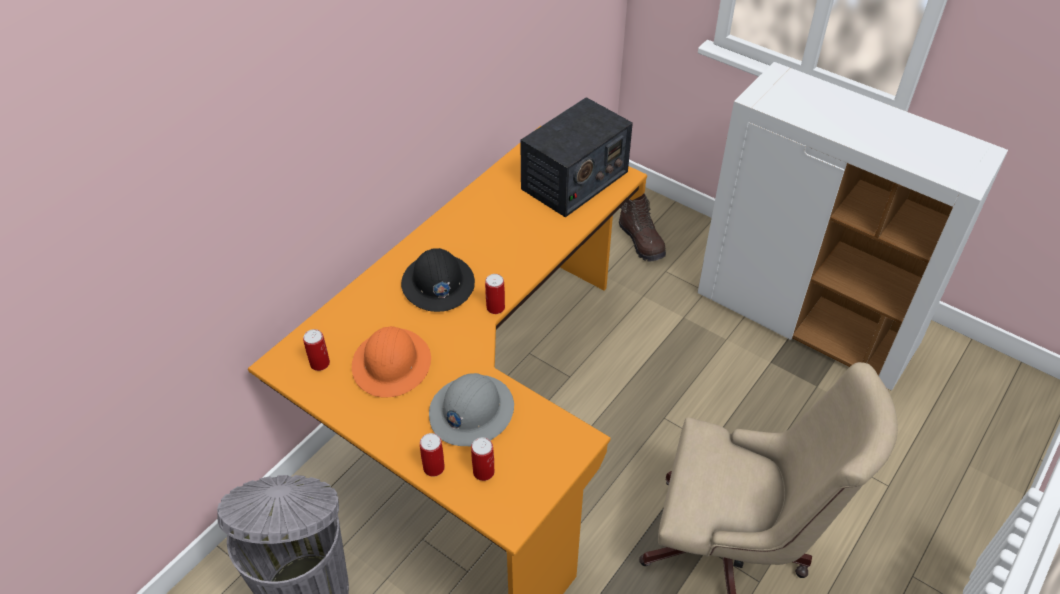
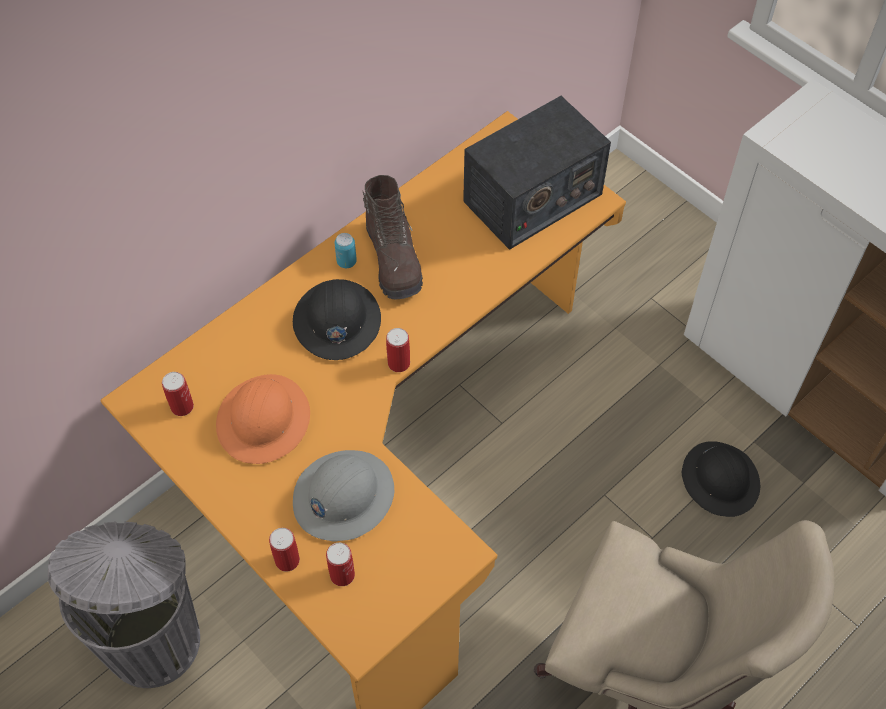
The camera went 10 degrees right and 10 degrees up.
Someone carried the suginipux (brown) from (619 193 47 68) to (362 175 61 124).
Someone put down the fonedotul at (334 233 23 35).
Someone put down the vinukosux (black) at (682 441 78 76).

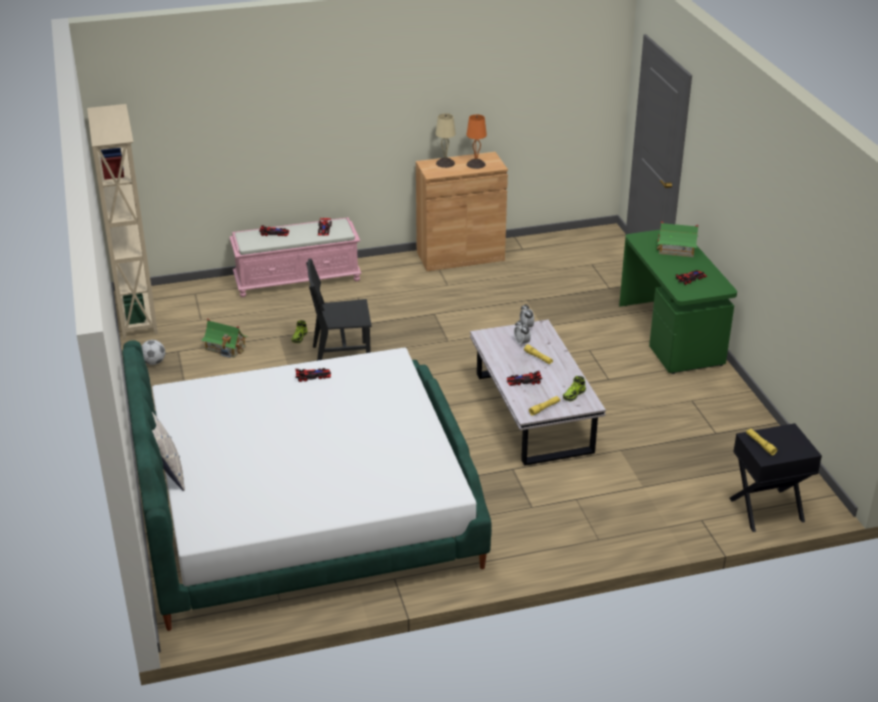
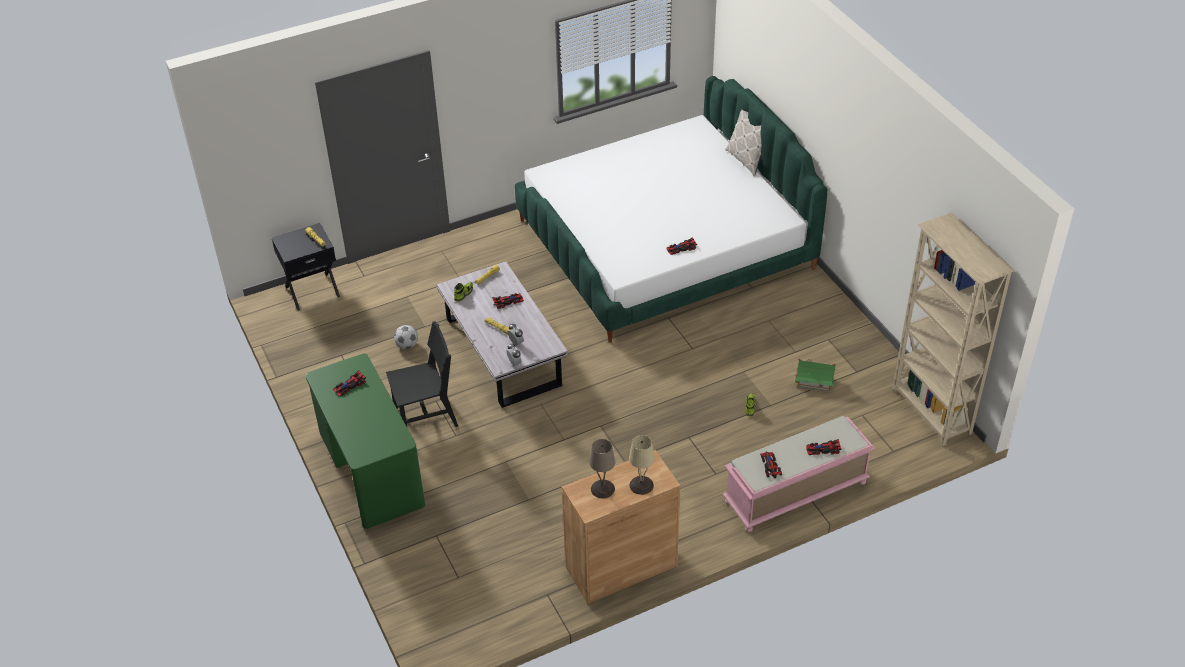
The camera went 170 degrees right and 10 degrees up.
Someone repainted the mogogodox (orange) at (467 114 20 55), which became the mogogodox (beige) at (589 439 26 59).
Someone took away the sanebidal at (657 221 42 36).
Someone carried the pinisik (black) from (306 258 66 103) to (386 321 73 106).
Someone carried the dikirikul from (141 340 24 25) to (394 325 24 24).

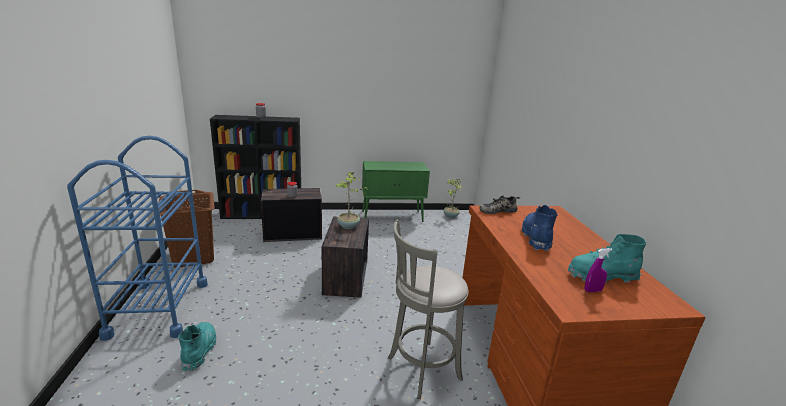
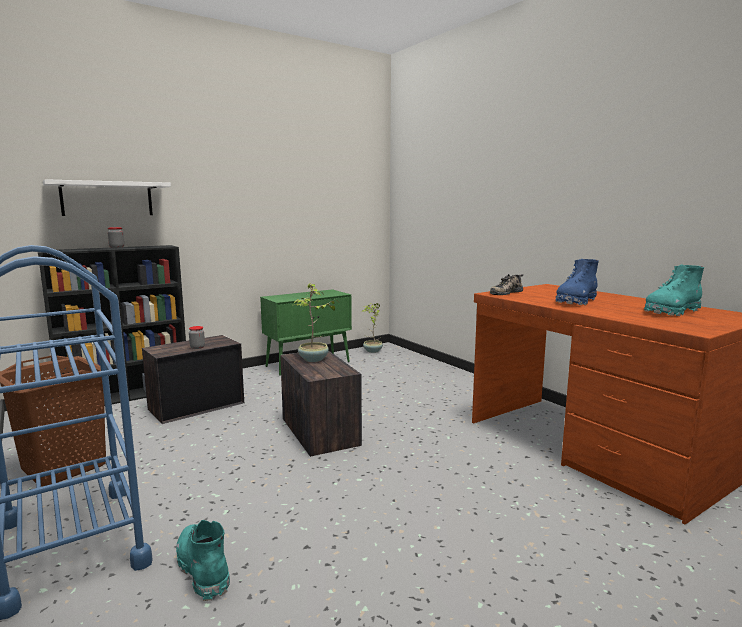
The camera went 25 degrees left and 10 degrees down.
Someone rotated the suginipux (blue) at (522 205 36 46) by 120 degrees counterclockwise.
Someone took away the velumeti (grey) at (388 219 80 180).
Someone took away the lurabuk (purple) at (584 248 28 44).
Someone put up the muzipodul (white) at (43 179 128 37).

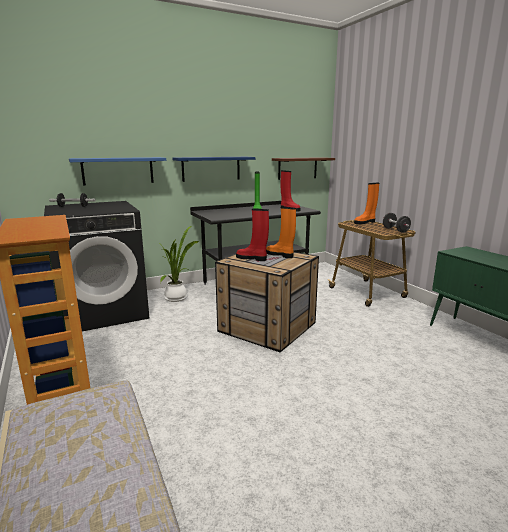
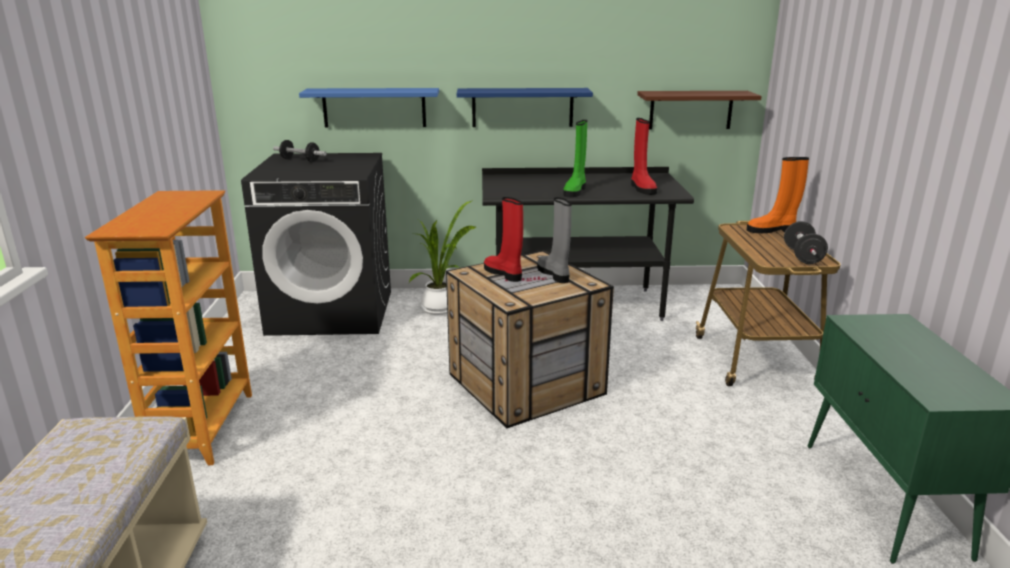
The camera went 25 degrees right and 5 degrees up.
Someone repainted the suginipux (orange) at (266 207 30 51), which became the suginipux (grey) at (537 197 35 86).

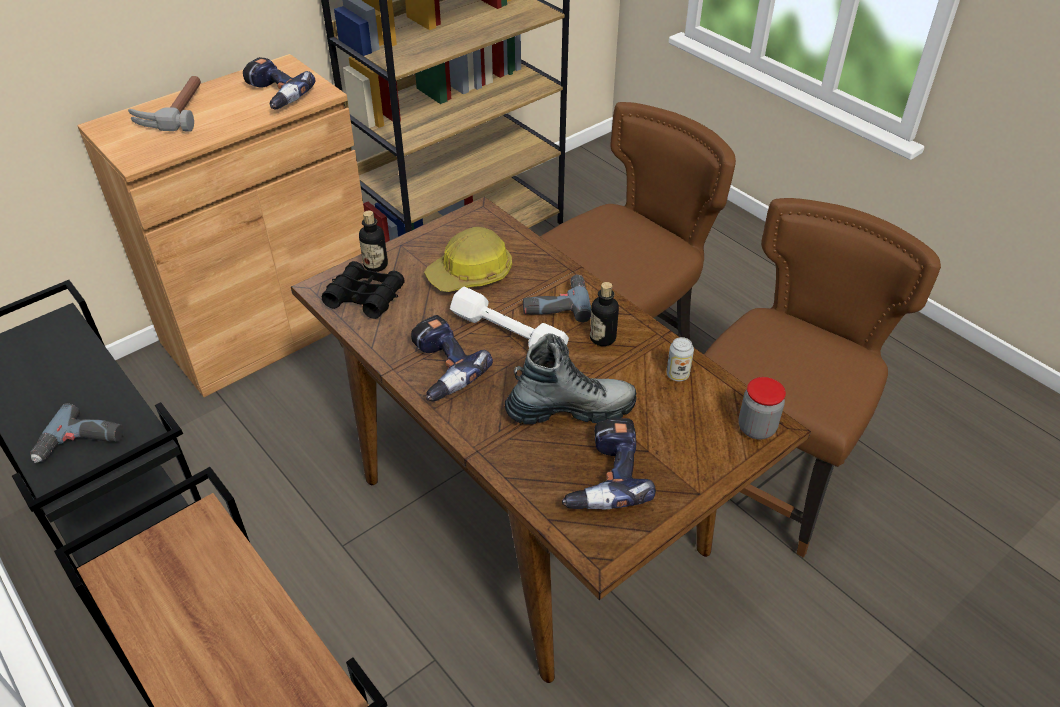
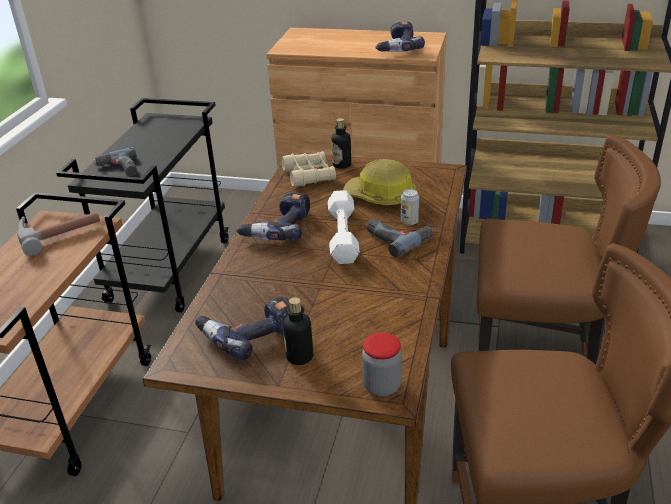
The camera went 55 degrees right and 10 degrees down.
Someone carried the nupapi from (128 76 73 56) to (17 212 83 44).
Someone repainted the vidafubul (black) at (322 261 83 58), which became the vidafubul (beige) at (281 151 55 35).
Someone carried the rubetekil from (590 282 29 64) to (283 297 30 68).
Someone took away the suginipux at (505 333 131 91).
Someone carried the fonedotul from (666 337 28 44) to (401 189 18 36).

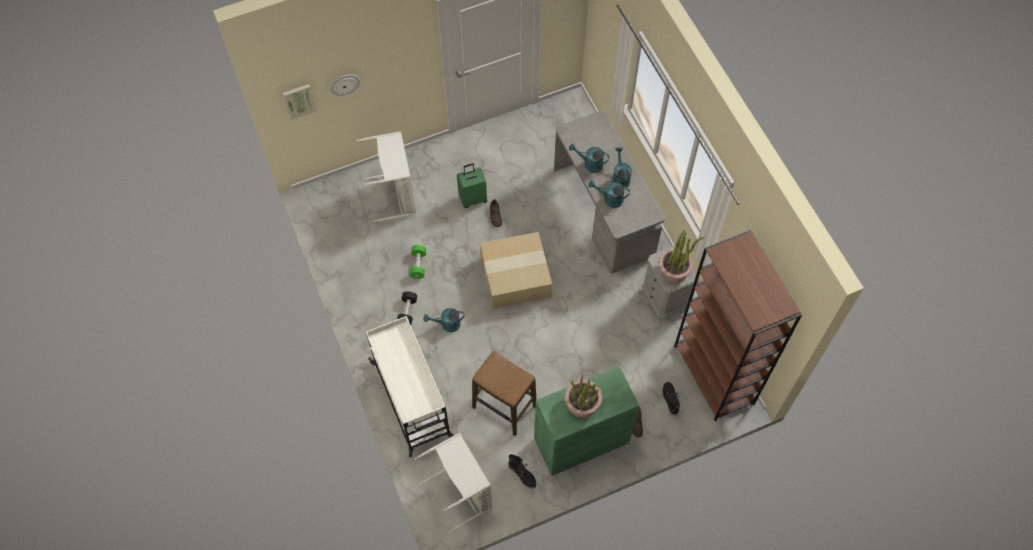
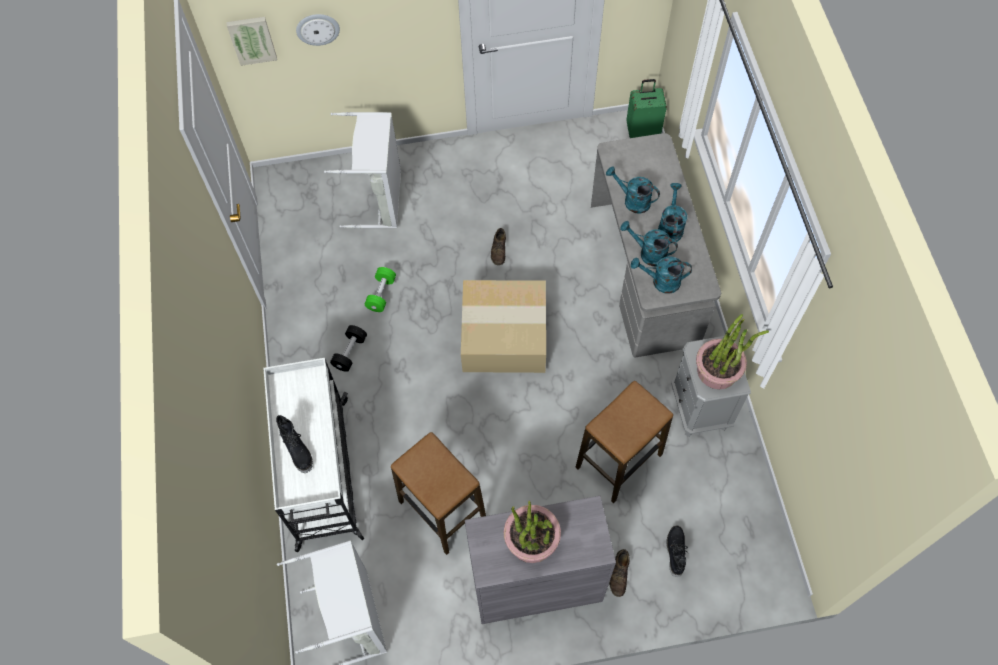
The camera went 15 degrees right and 0 degrees up.
Someone carried the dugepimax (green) from (457 163 30 45) to (626 79 41 59).
Someone took away the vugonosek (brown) at (674 230 128 191).
Someone carried the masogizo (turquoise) from (423 308 42 24) to (631 256 61 38).
Someone repainted the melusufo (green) at (534 366 106 110), which became the melusufo (grey) at (465 496 151 128).
Someone carried the suginipux (black) from (508 454 29 35) to (276 415 37 58).
Someone put down the velumeti at (575 381 98 122).

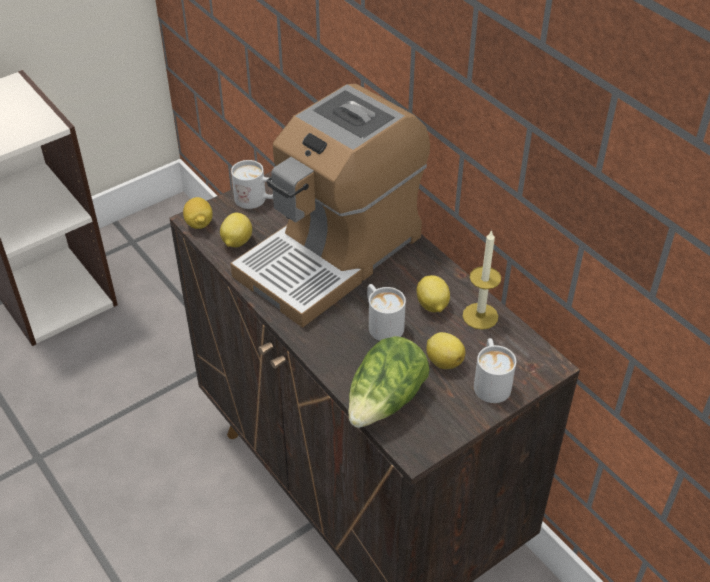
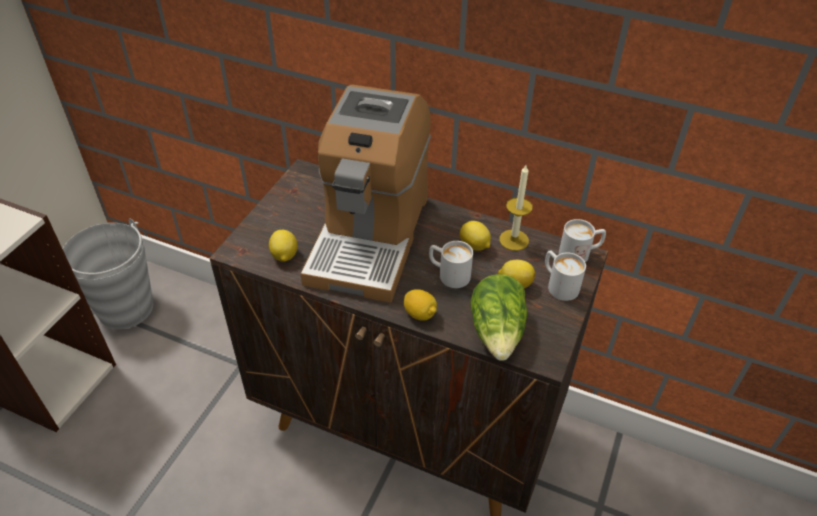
The camera went 30 degrees left and 0 degrees up.
Someone carried the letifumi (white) from (231 160 42 49) to (559 219 47 44).
Someone carried the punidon from (183 197 29 32) to (404 289 33 32).
Someone put down the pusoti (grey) at (62 219 91 110).

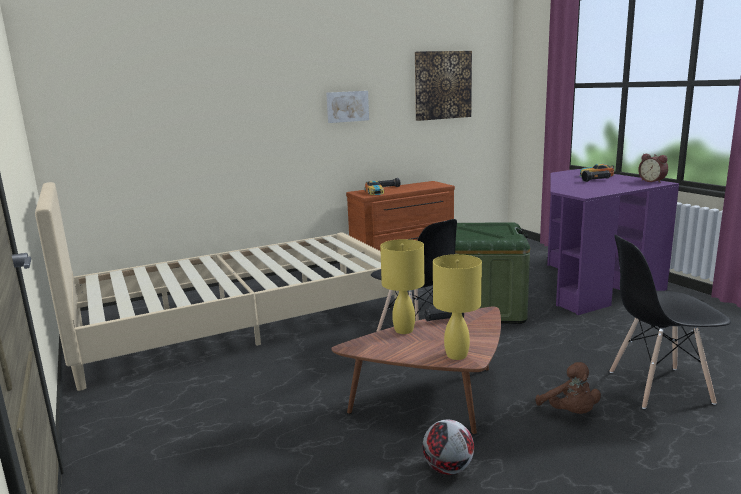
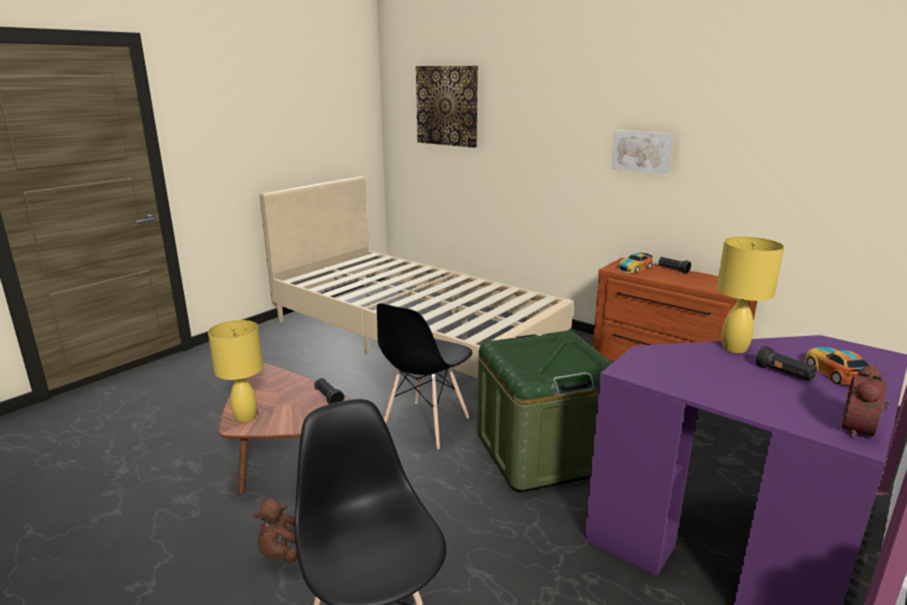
The camera went 65 degrees right and 5 degrees up.
Someone carried the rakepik from (415 51 57 70) to (416 66 62 82).
Someone carried the mogogodox (yellow) from (380 239 45 95) to (717 237 67 116).
Someone took away the dikirikul at (423 420 51 55).

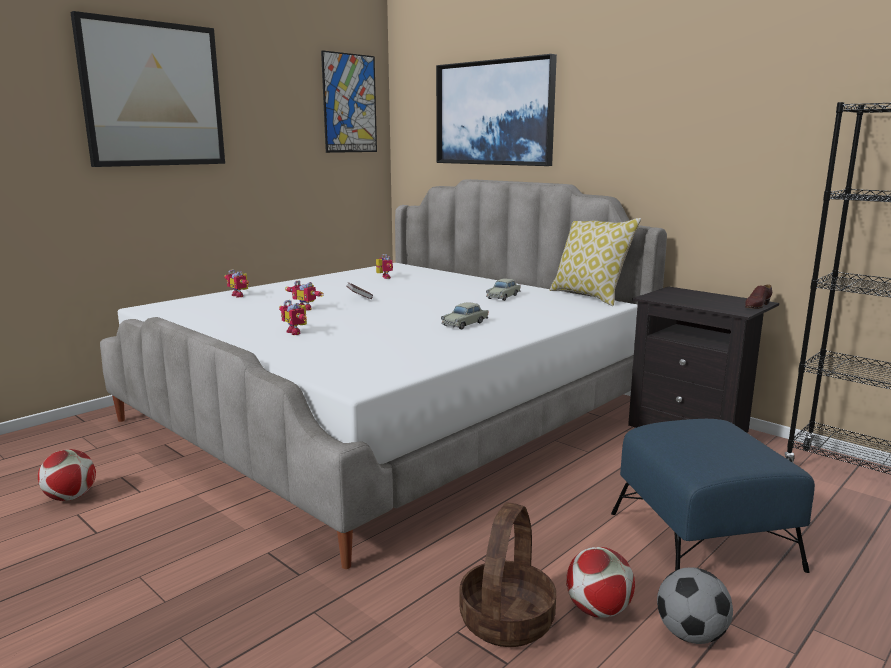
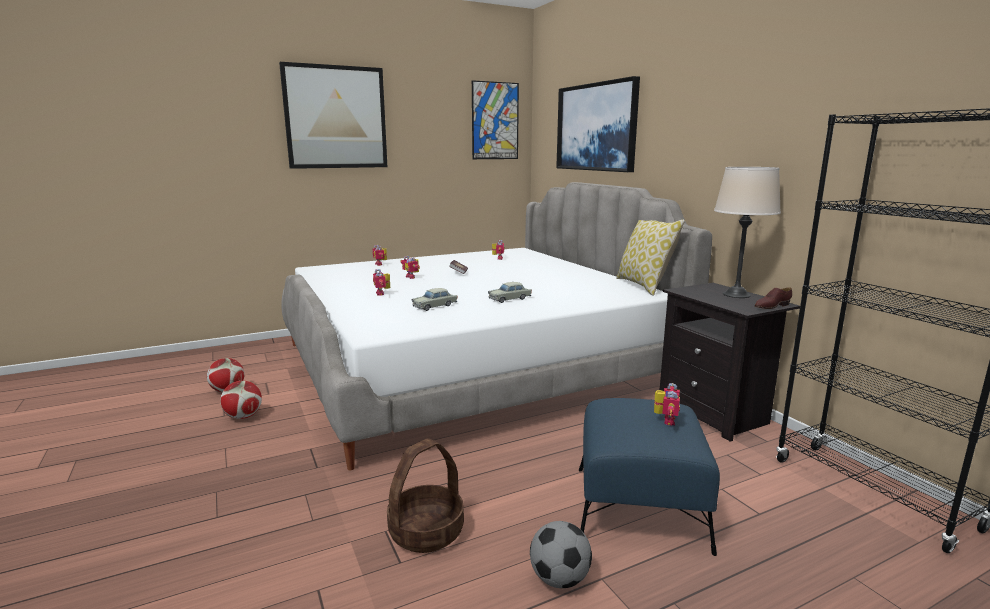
The camera went 20 degrees right and 0 degrees up.
Someone carried the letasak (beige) from (486 279 35 22) to (412 288 45 23).
Someone carried the dikirikul from (566 547 69 71) to (221 381 41 38).
Someone put down the mogogodox (beige) at (714 167 67 131).
Someone put down the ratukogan at (654 383 26 43).

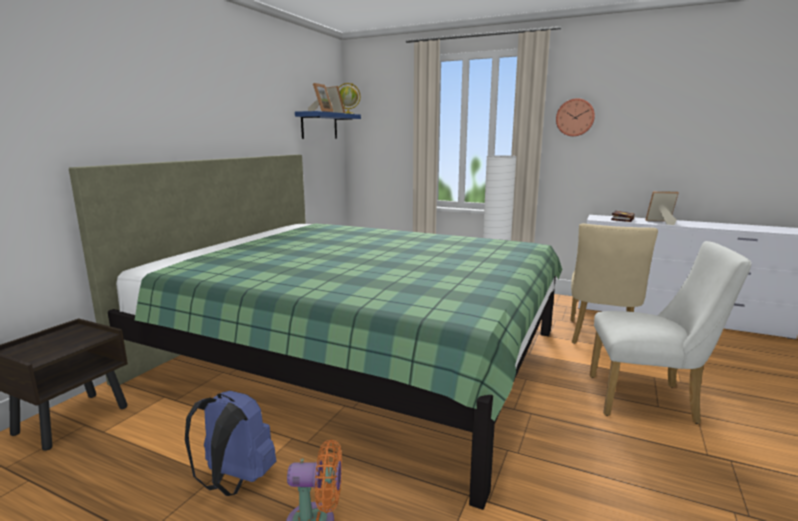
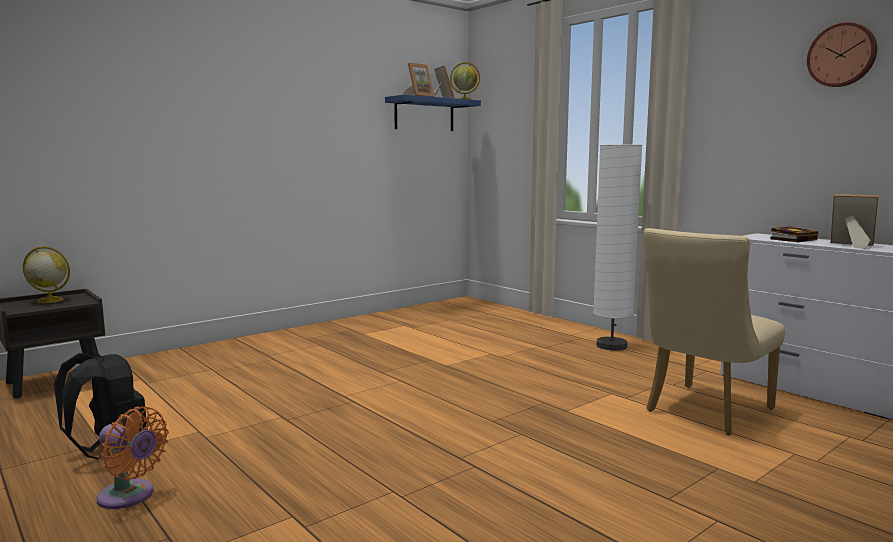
The camera went 25 degrees right and 5 degrees down.
Someone carried the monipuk from (556 98 39 38) to (807 22 70 65).
Someone took away the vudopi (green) at (69 155 493 355).
Someone took away the pinisik (white) at (590 241 162 183).
Someone repainted the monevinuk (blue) at (185 391 91 105), which became the monevinuk (black) at (54 350 94 110).
Someone put down the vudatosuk at (23 246 47 57).

